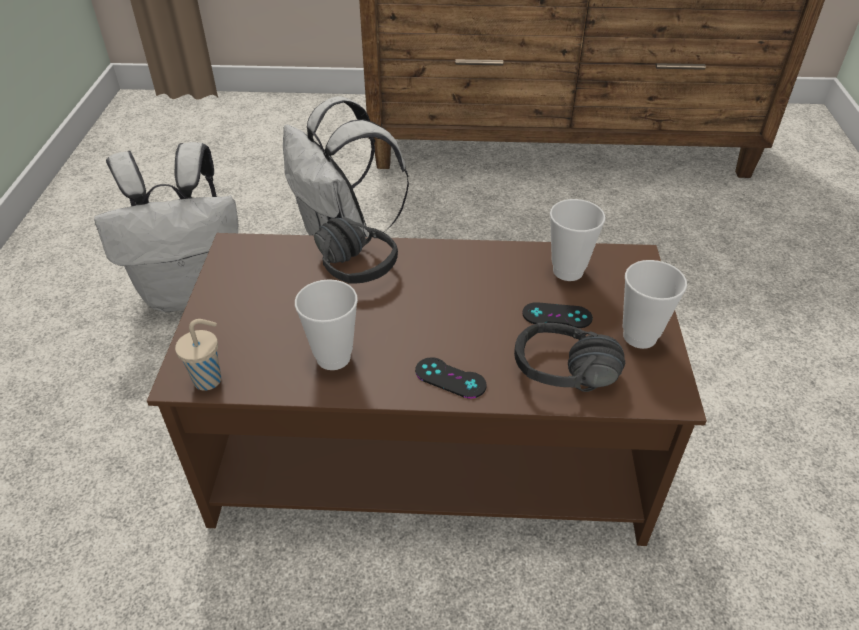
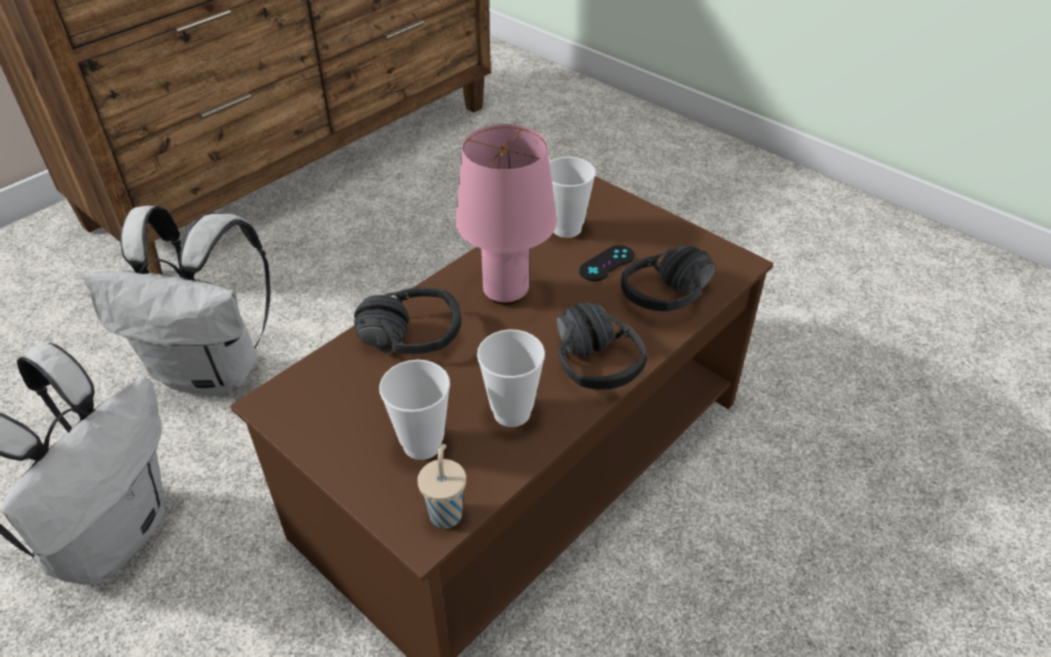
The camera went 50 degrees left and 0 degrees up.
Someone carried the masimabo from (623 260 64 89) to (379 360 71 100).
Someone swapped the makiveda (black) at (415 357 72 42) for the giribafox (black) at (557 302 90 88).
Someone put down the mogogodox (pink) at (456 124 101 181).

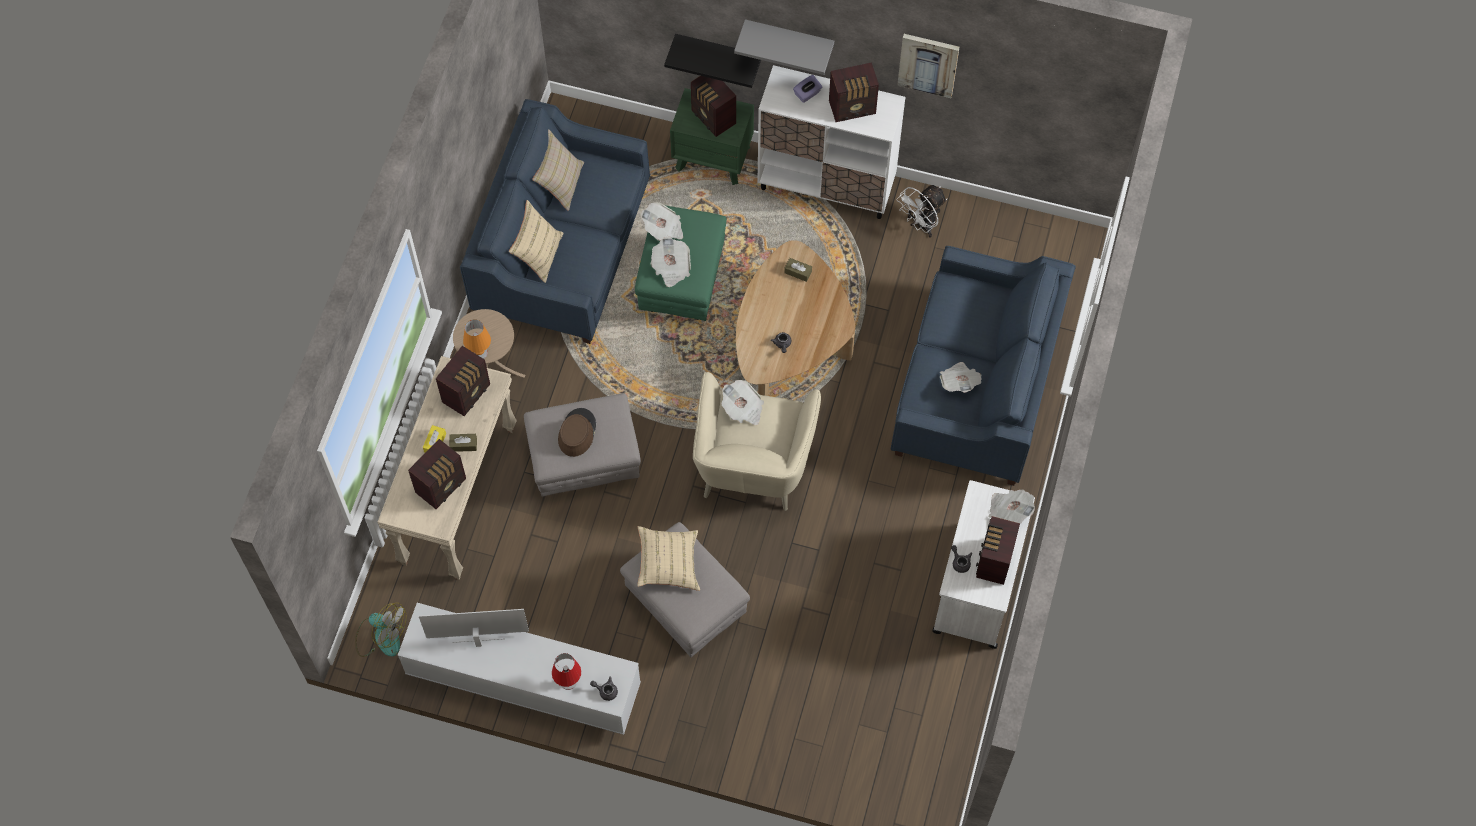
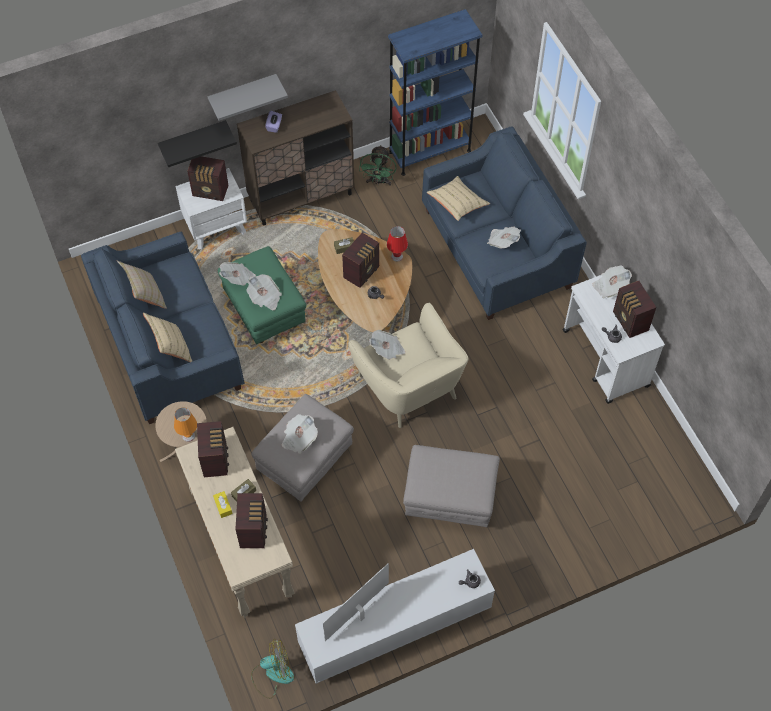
The camera went 40 degrees left and 5 degrees down.
Someone took away the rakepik at (897 34 62 64).
Someone carried the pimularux from (829 62 50 60) to (342 233 37 55).
Someone repainted the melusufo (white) at (757 65 148 154), which became the melusufo (brown) at (237 90 118 135).
Someone repainted the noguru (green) at (670 88 84 97), which became the noguru (white) at (175 168 72 81).
Someone repainted the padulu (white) at (897 185 50 53), which became the padulu (green) at (359 145 37 41).
Someone swapped the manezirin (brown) at (558 408 38 49) for the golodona at (282 414 36 40).
Someone carried the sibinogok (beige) from (637 526 63 65) to (427 176 63 45).
Someone carried the mogogodox (red) from (552 653 29 37) to (387 226 21 36).
Someone put down the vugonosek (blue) at (388 9 95 167).

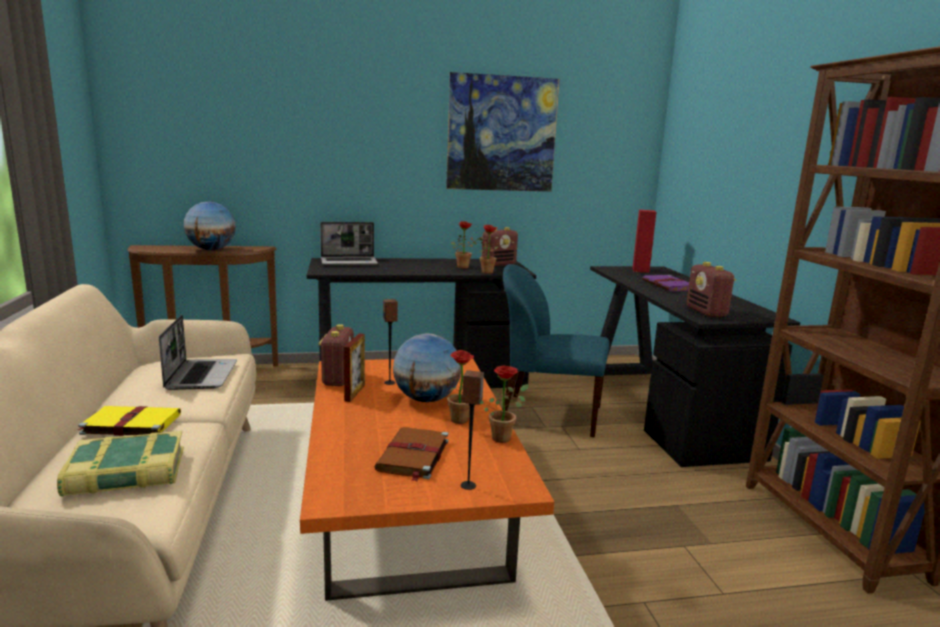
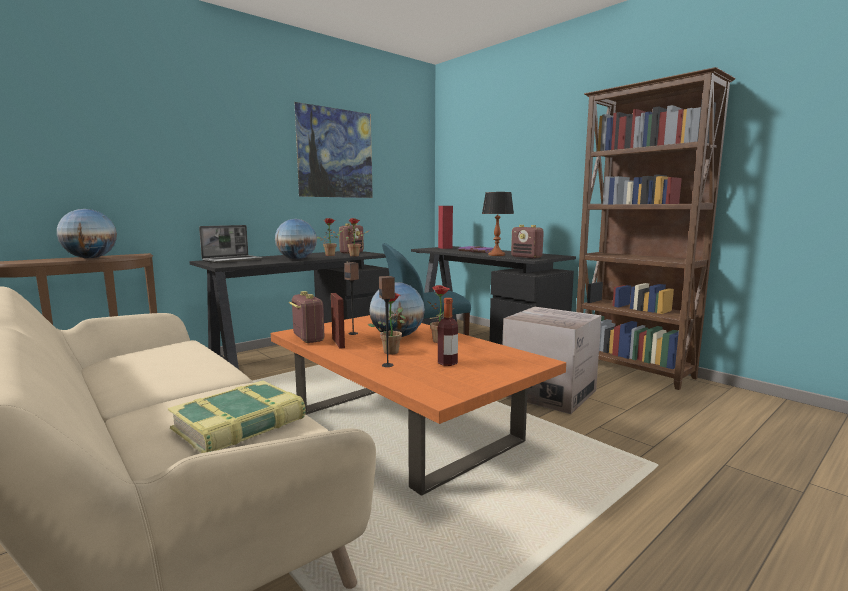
The camera went 30 degrees left and 5 degrees down.
Someone took away the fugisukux at (159 315 78 75).
Someone carried the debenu from (480 366 49 77) to (368 293 38 61).
Someone carried the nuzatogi from (461 370 23 120) to (379 276 16 91).
Someone took away the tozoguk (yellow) at (78 406 103 30).
Someone swapped the tozoguk (brown) at (374 427 75 55) for the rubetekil at (438 298 20 68).
Someone put down the mogogodox at (482 192 32 64).
Someone put down the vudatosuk at (275 219 42 41).
Someone put down the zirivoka at (503 307 98 107).

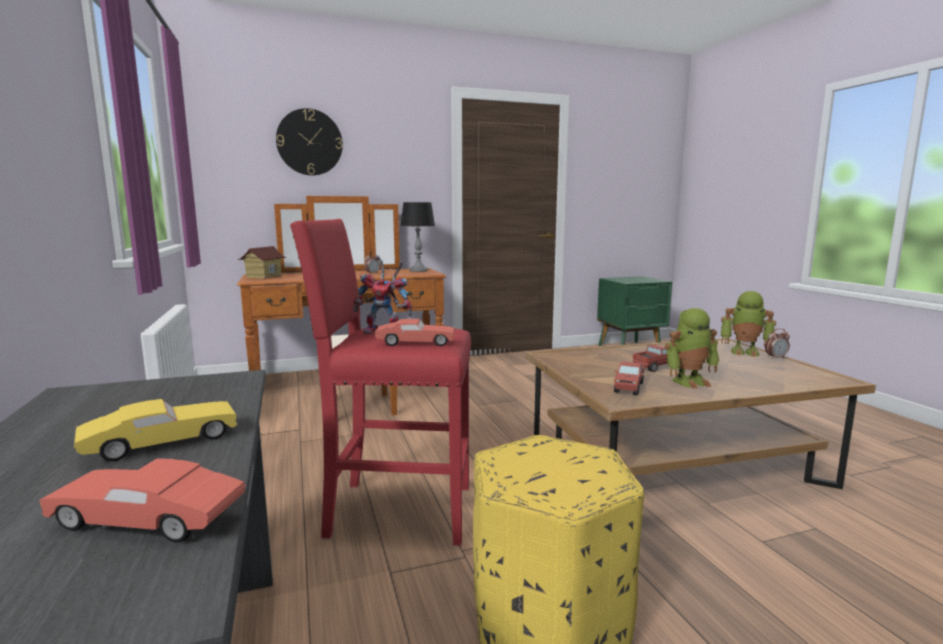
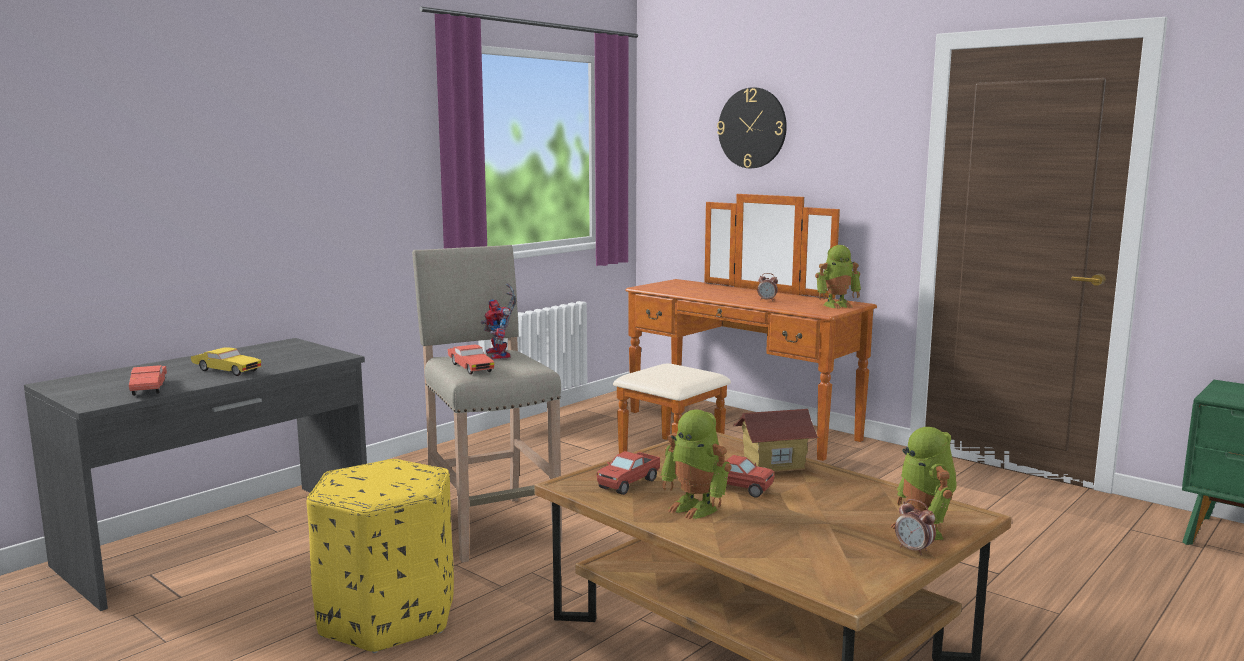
The camera went 60 degrees right and 0 degrees up.
Someone swapped the mogogodox at (401 202 34 70) for the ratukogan at (815 245 46 64).
Someone repainted the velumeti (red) at (290 219 181 326), which became the velumeti (beige) at (412 245 150 318).
Someone carried the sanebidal from (238 246 48 33) to (733 409 87 63).
Someone rotated the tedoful at (614 361 31 34) by 45 degrees counterclockwise.

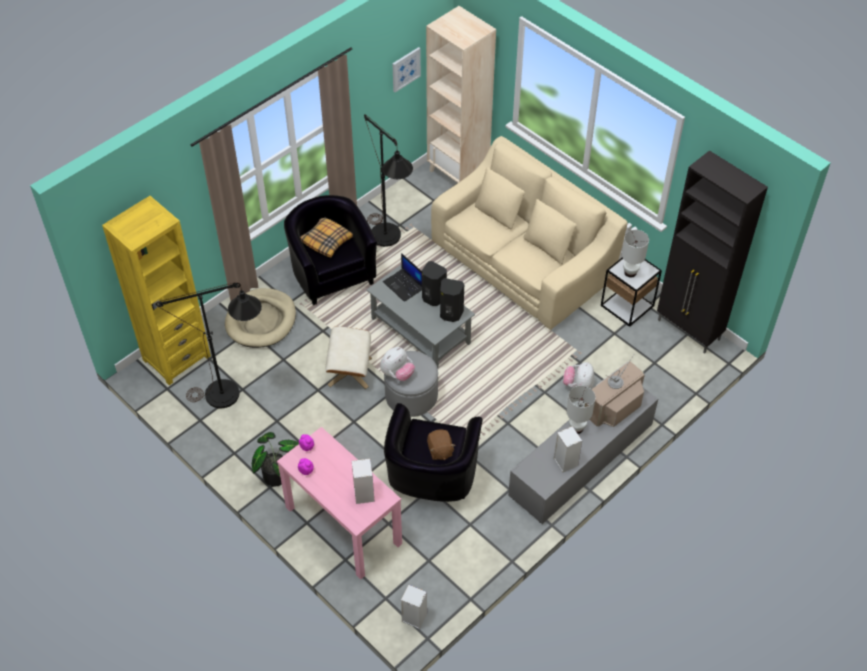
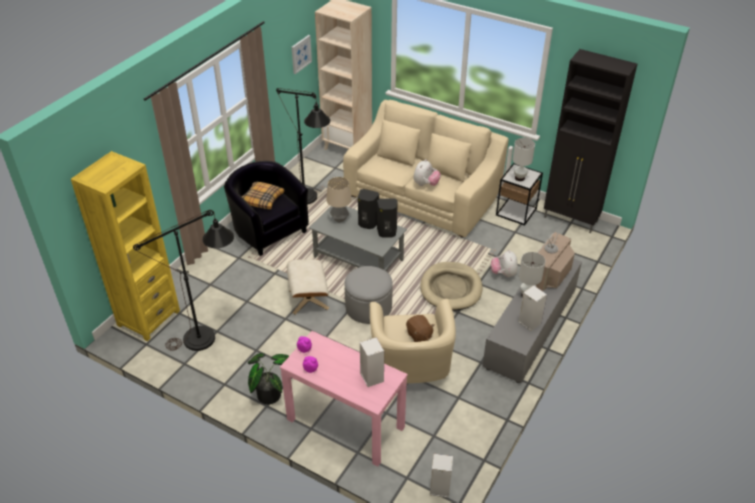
The camera went 15 degrees left and 10 degrees down.
Someone swapped the fugisukux at (383 253 39 49) for the mogogodox at (326 177 26 46).
Someone carried the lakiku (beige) from (225 288 71 60) to (420 262 62 49).
Someone carried the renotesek from (380 347 35 34) to (413 159 28 27).
Someone repainted the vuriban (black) at (384 403 99 99), which became the vuriban (beige) at (370 299 86 84).

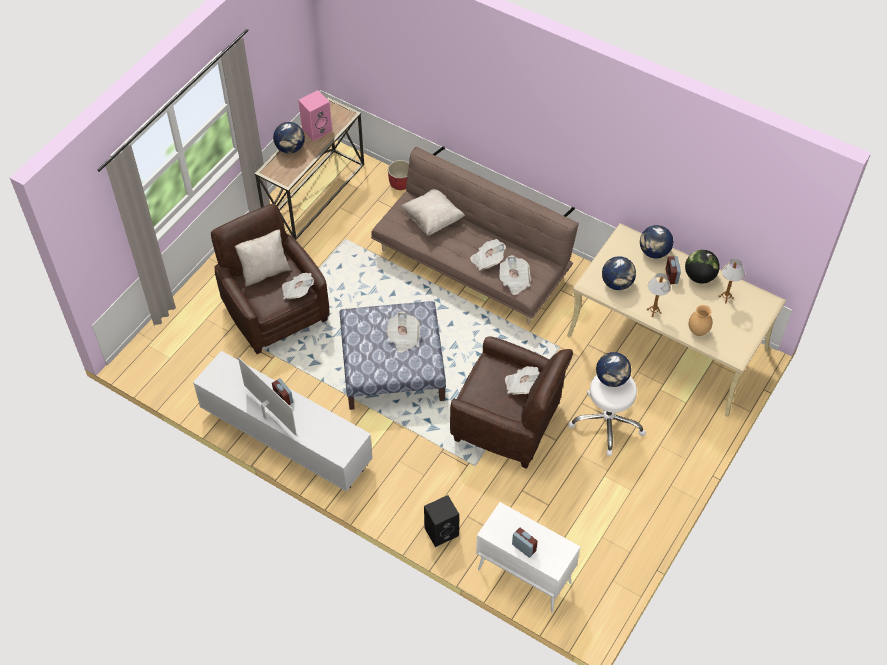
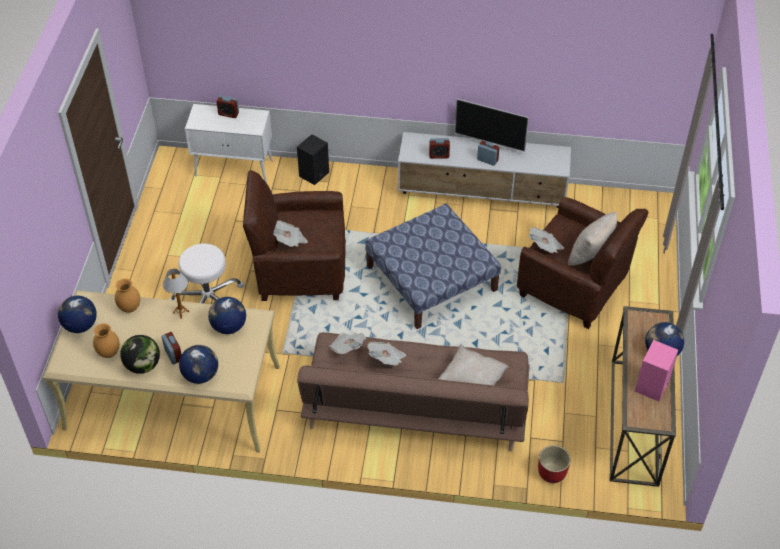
The camera went 155 degrees right and 5 degrees down.
Someone swapped the mogogodox at (718 259 27 45) for the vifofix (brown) at (93 323 27 35).
Someone took away the golodona at (386 312 34 41).
Someone carried the vudatosuk from (596 352 35 35) to (58 296 39 37).
Someone put down the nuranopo at (429 138 21 21).

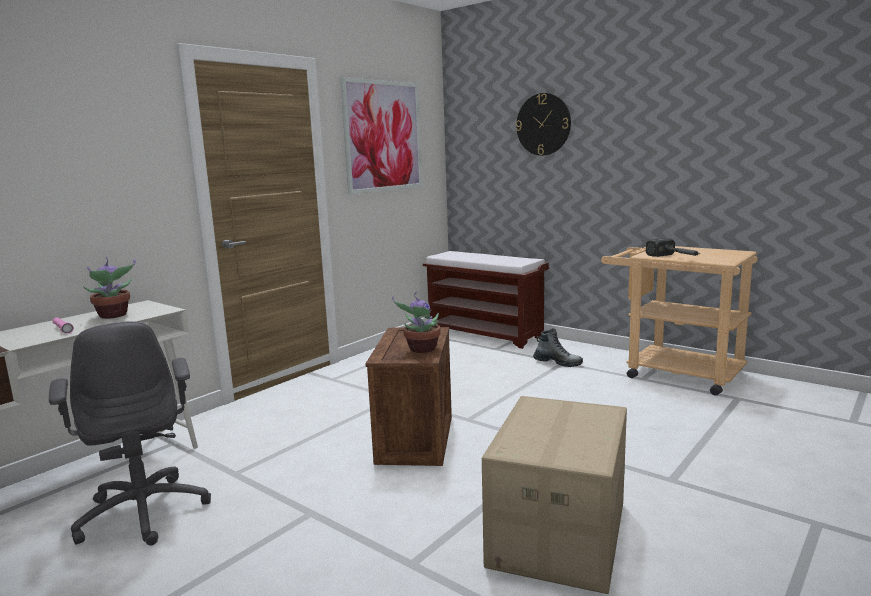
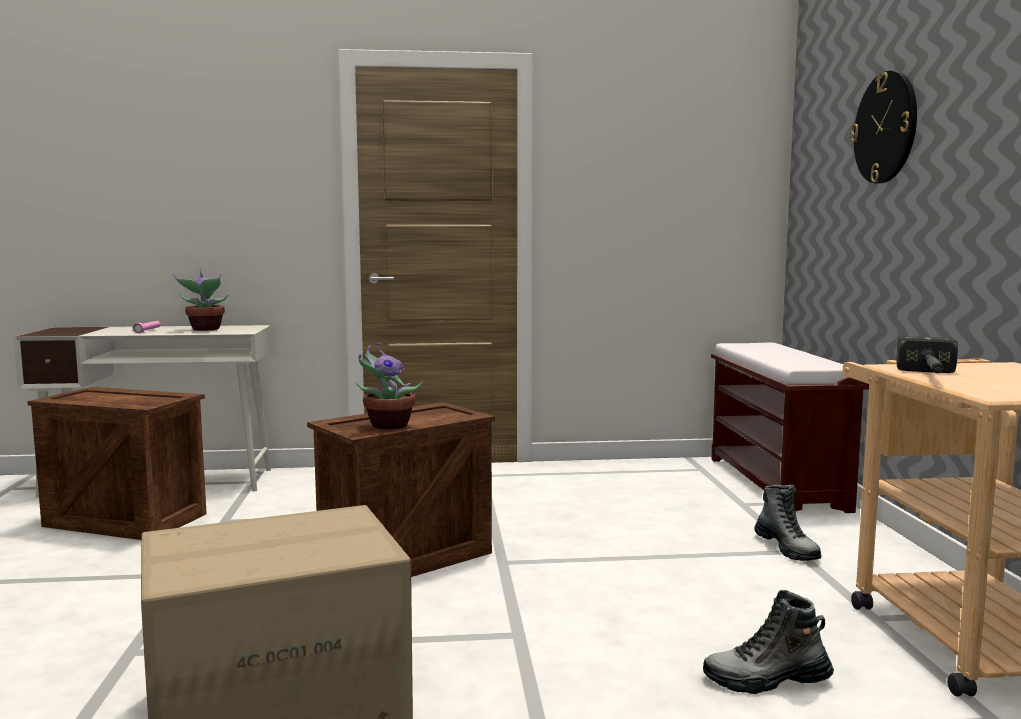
The camera went 45 degrees right and 5 degrees down.
Someone took away the rakepik at (340 77 82 117).
Someone swapped the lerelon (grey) at (49 321 162 224) for the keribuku at (27 387 180 153).
Someone put down the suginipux at (703 590 131 104).

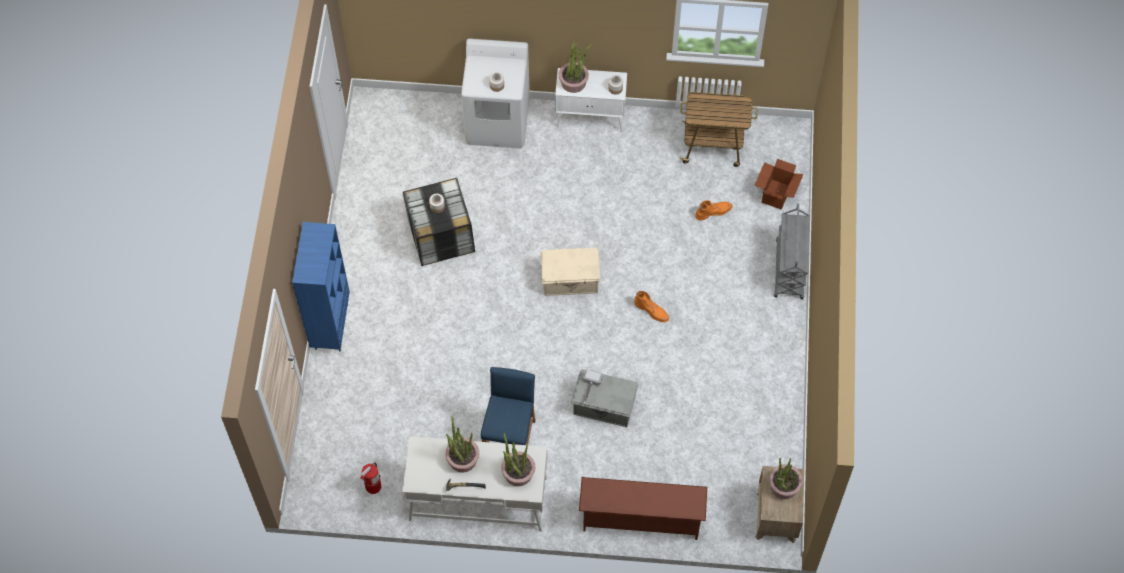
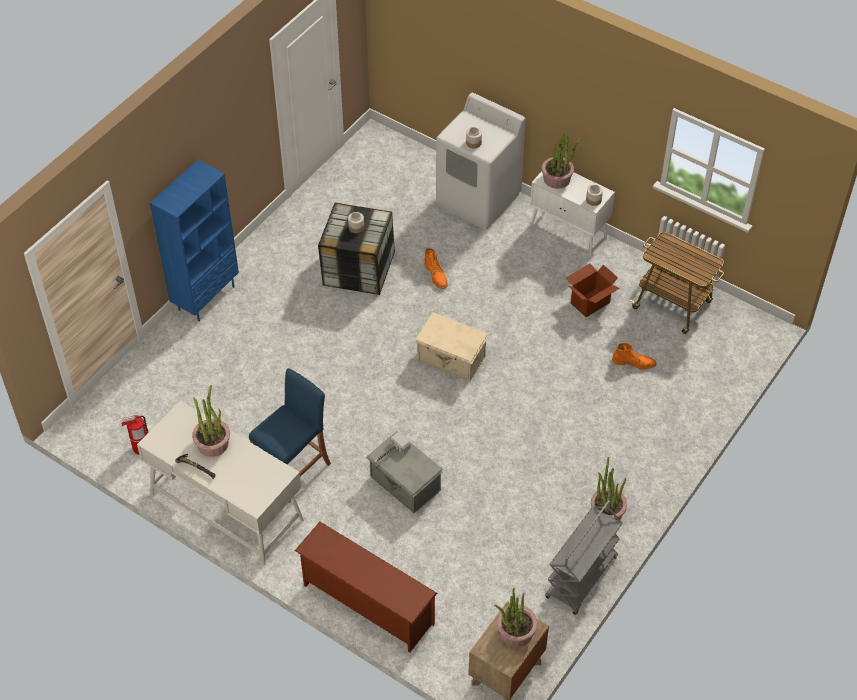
The camera went 30 degrees right and 10 degrees down.
Someone carried the zirivoka from (754 159 50 51) to (566 263 54 54).
Someone carried the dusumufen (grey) from (774 204 36 95) to (545 500 77 115).
Someone carried the suginipux (orange) from (634 291 35 31) to (424 248 24 41).
Someone carried the debenu from (501 433 34 53) to (591 457 36 64).

